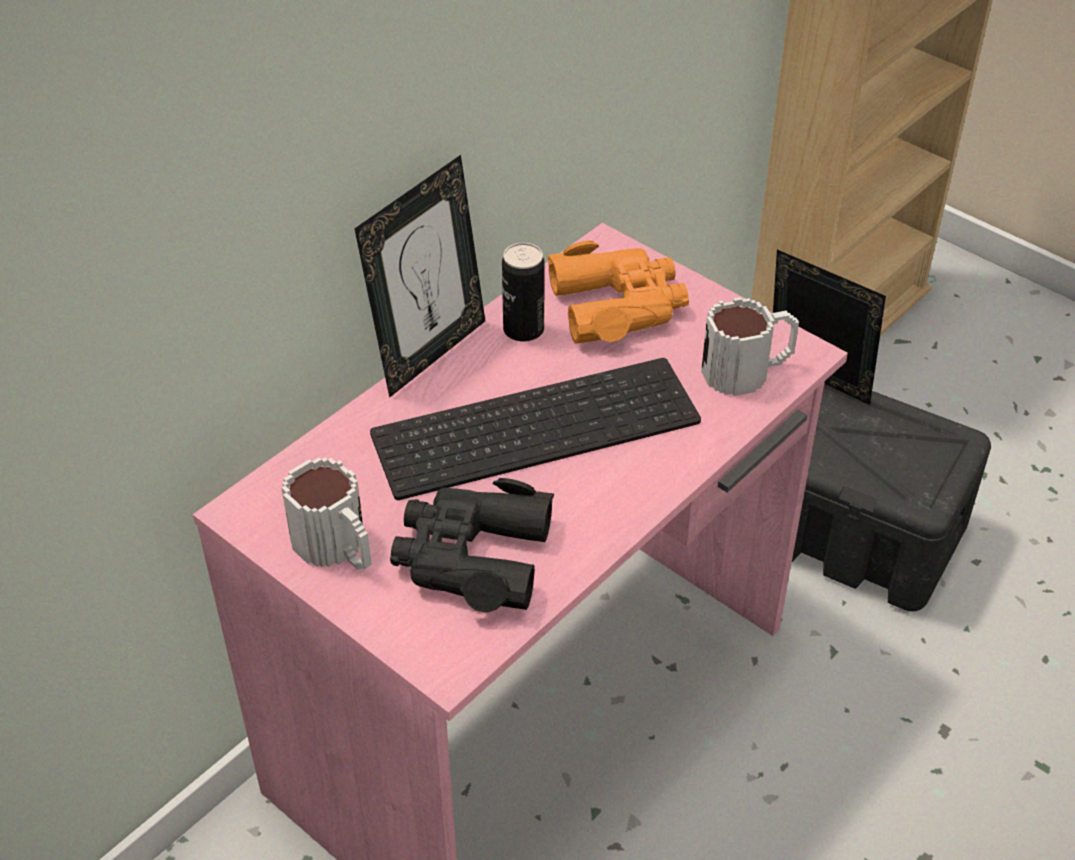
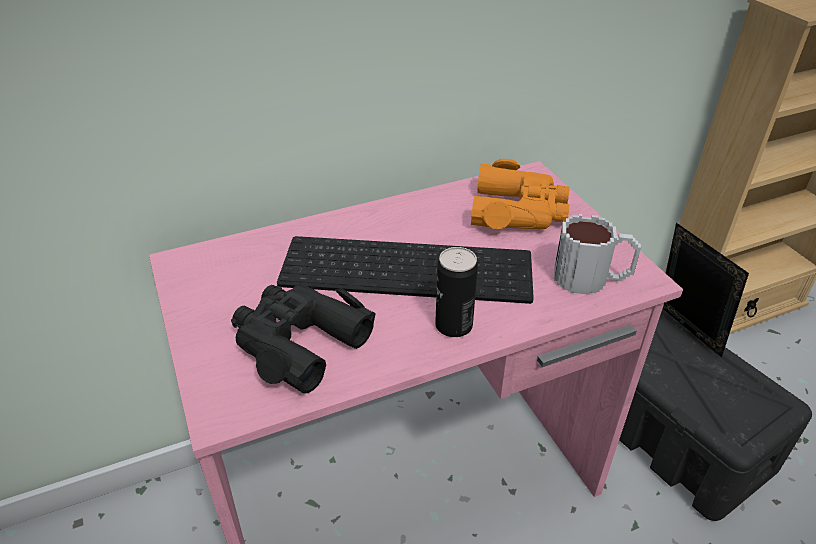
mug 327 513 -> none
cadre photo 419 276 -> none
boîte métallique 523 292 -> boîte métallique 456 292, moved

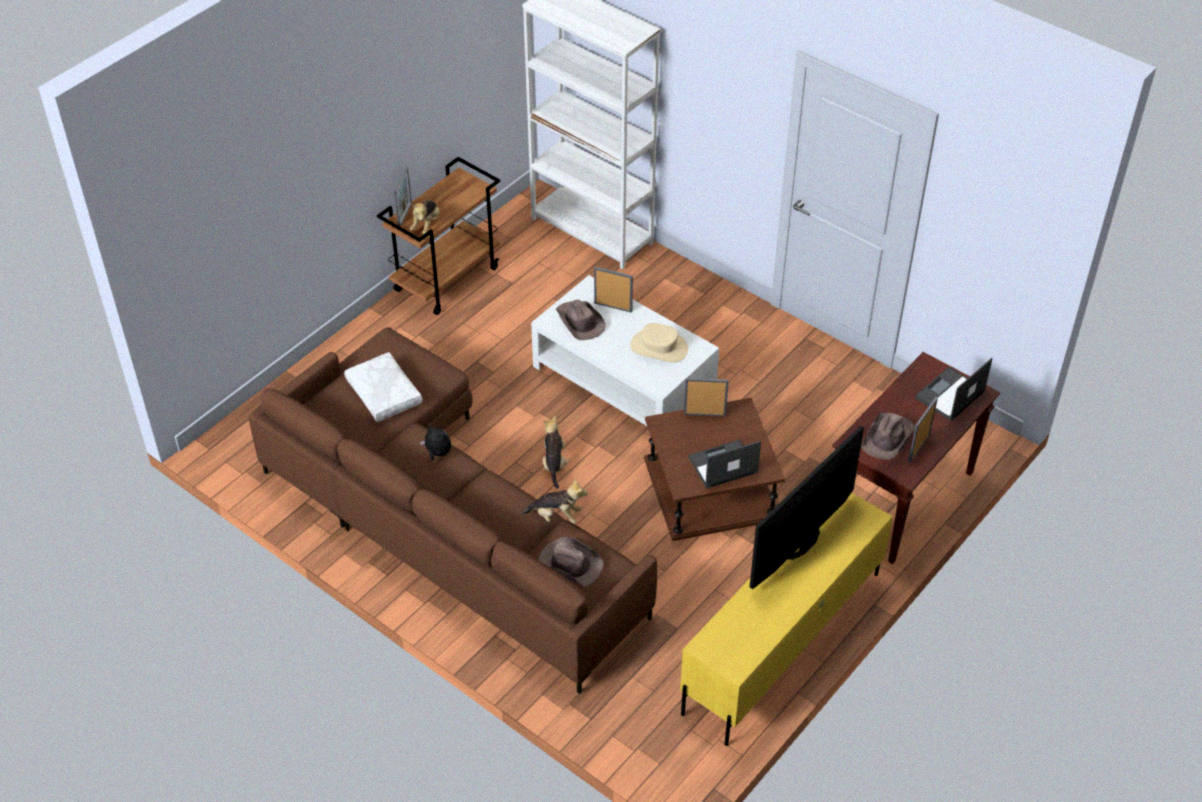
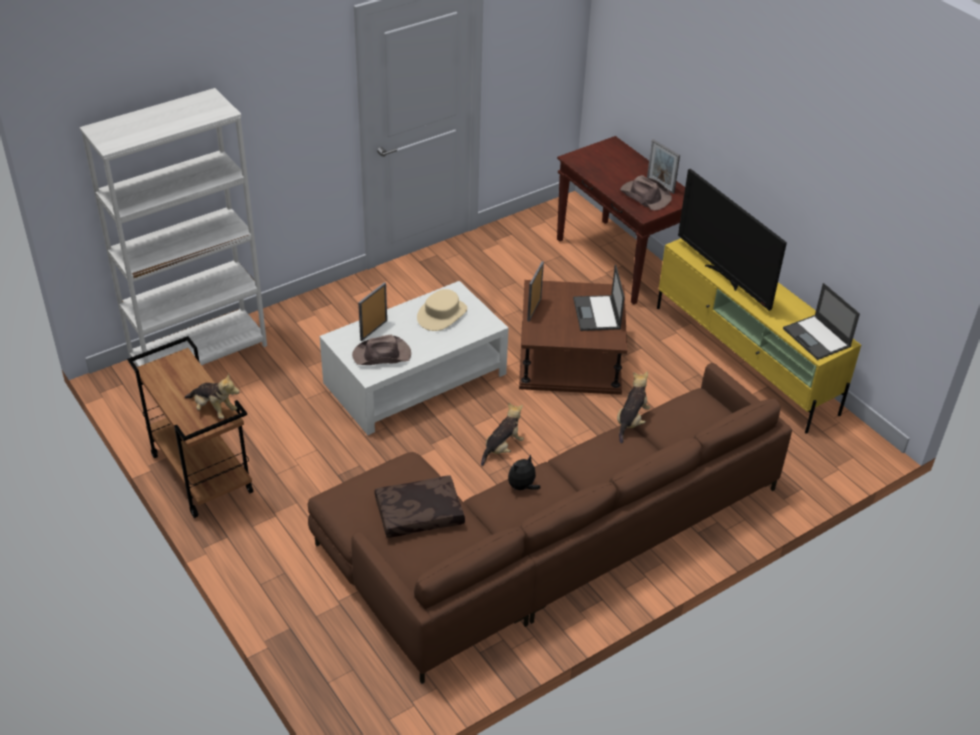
cadre photo 403 196 -> none
chapeau [marron] 571 562 -> none
ordinateur portable 953 389 -> ordinateur portable 821 321, moved
coussin [blanc] 383 387 -> coussin [marron] 419 506
peluche 556 452 -> peluche 502 434, 120 degrees clockwise

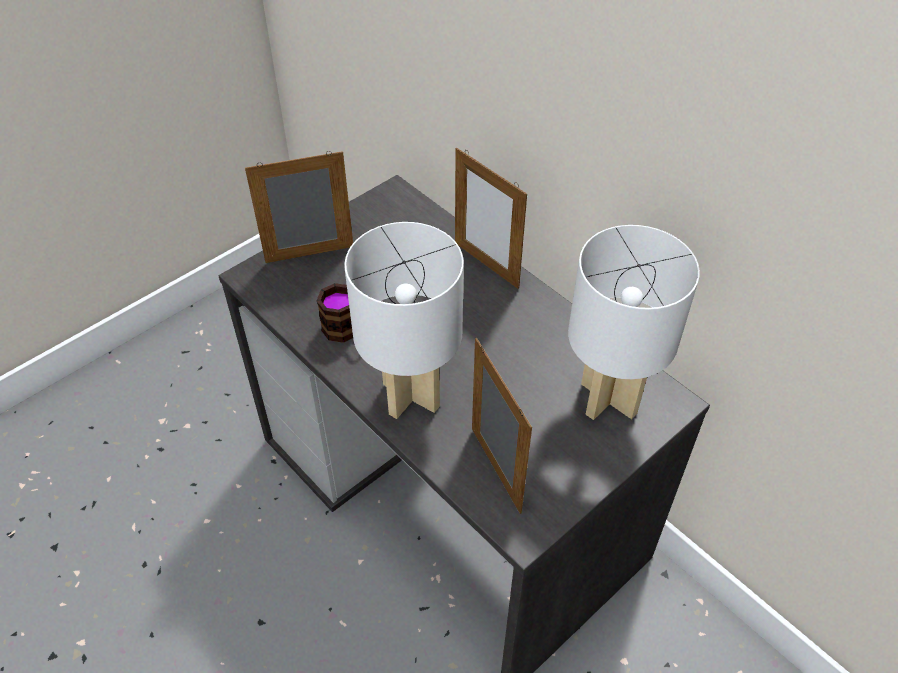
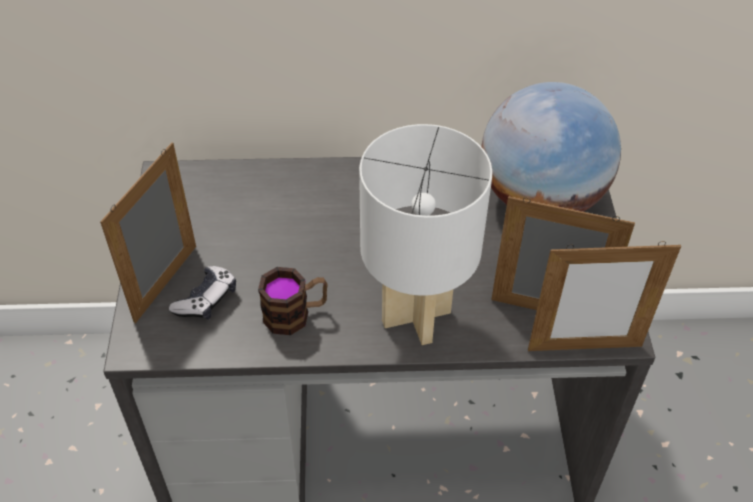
none -> manette 202 293
cadre photo 491 218 -> cadre photo 604 296, moved
lampe de table [blanc] 634 322 -> globe 551 147

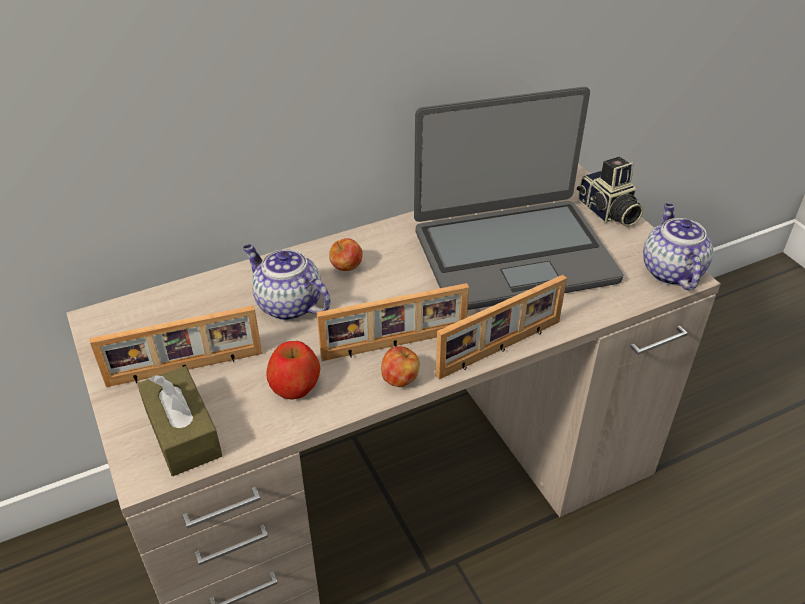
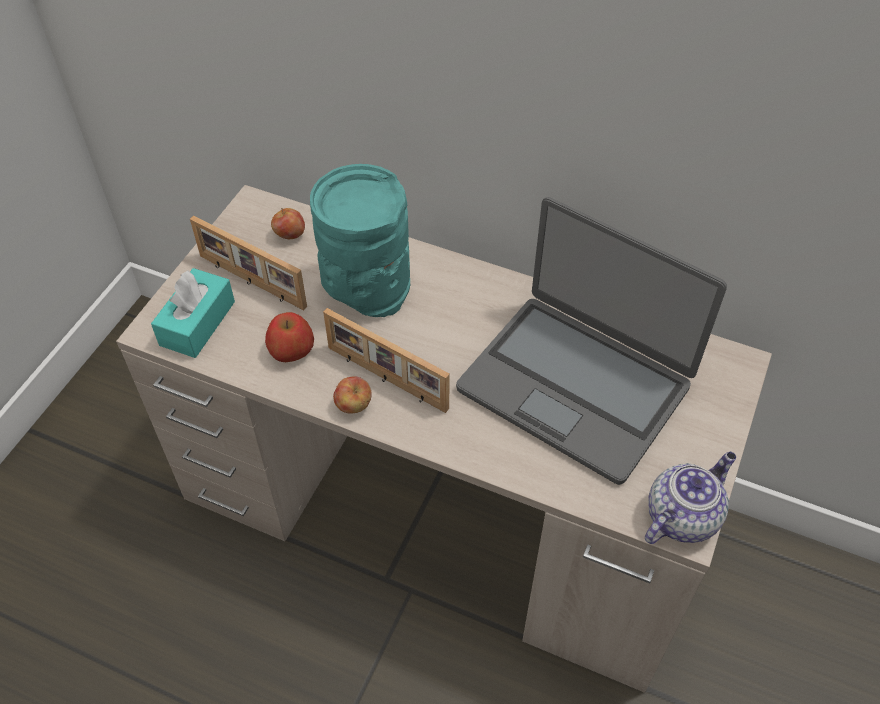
cadre photo 501 327 -> none
appareil photo 610 192 -> none
pomme 346 254 -> pomme 288 223, moved
théière 287 282 -> vase [turquoise] 360 240
boîte à mouchoirs [marron] 179 421 -> boîte à mouchoirs [turquoise] 193 313

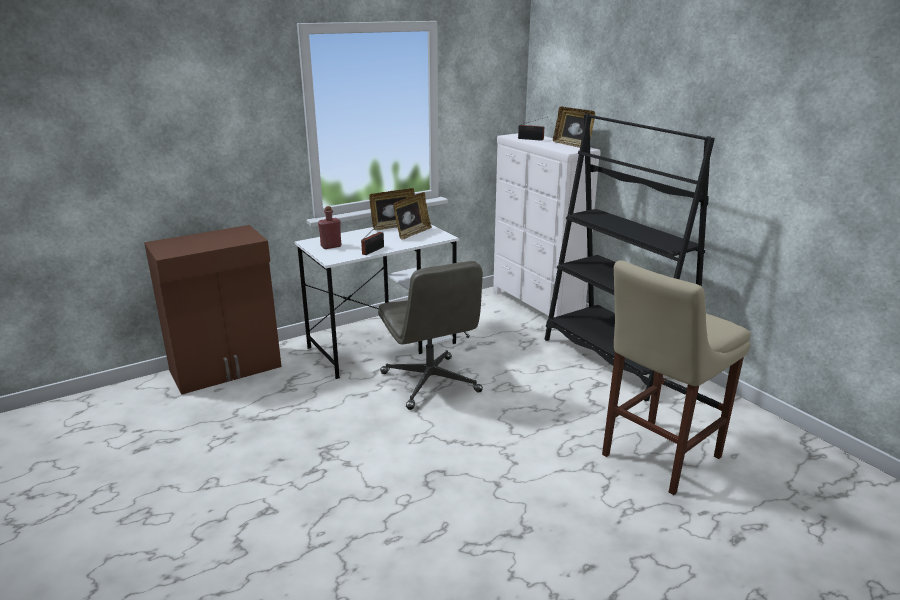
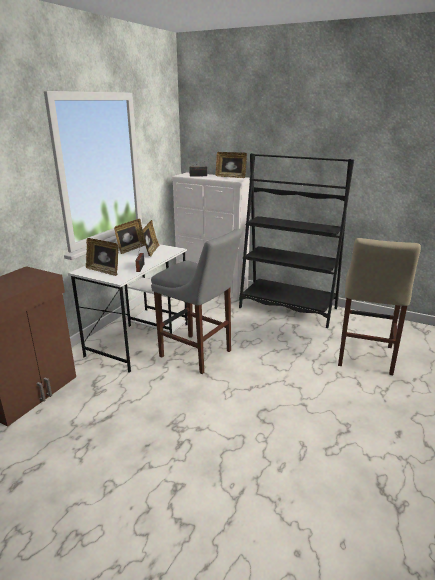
bouteille [rouge] 329 227 -> cadre photo 102 257
chaise de bureau [gris] 430 335 -> tabouret [gris] 196 301

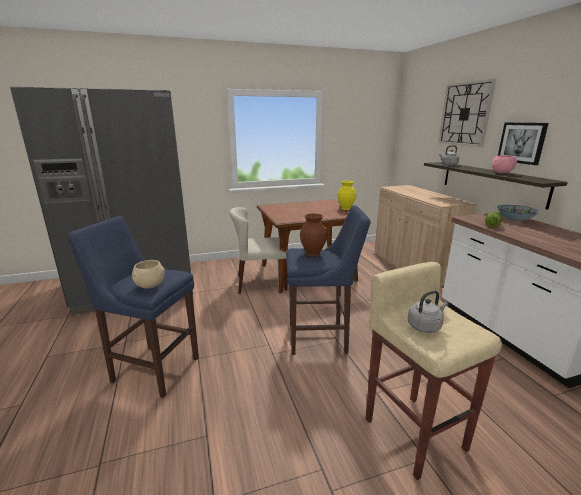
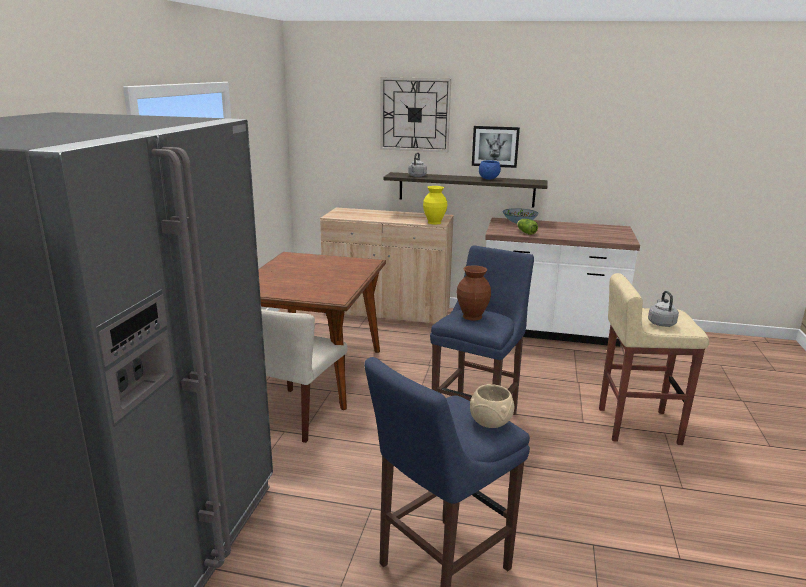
vase [jaune] 346 195 -> vase [jaune] 435 205, moved
bol [rose] 504 164 -> bol [bleu] 490 170

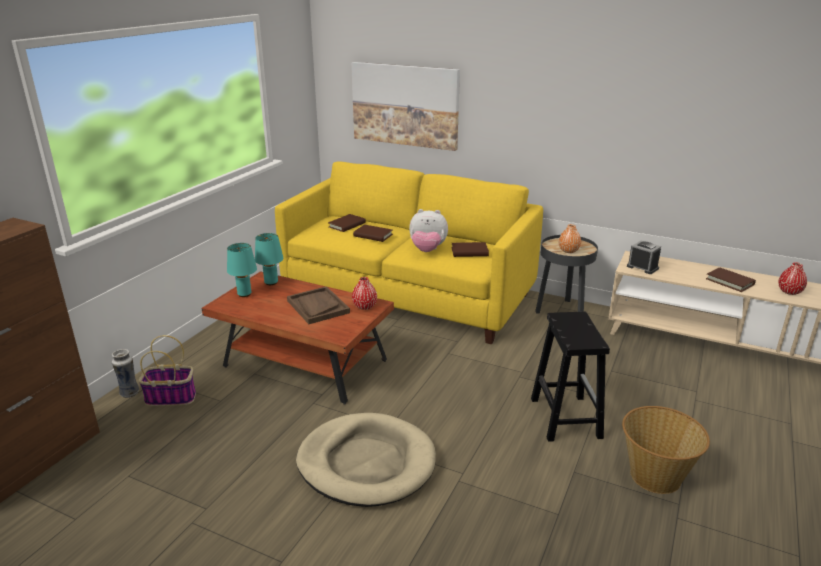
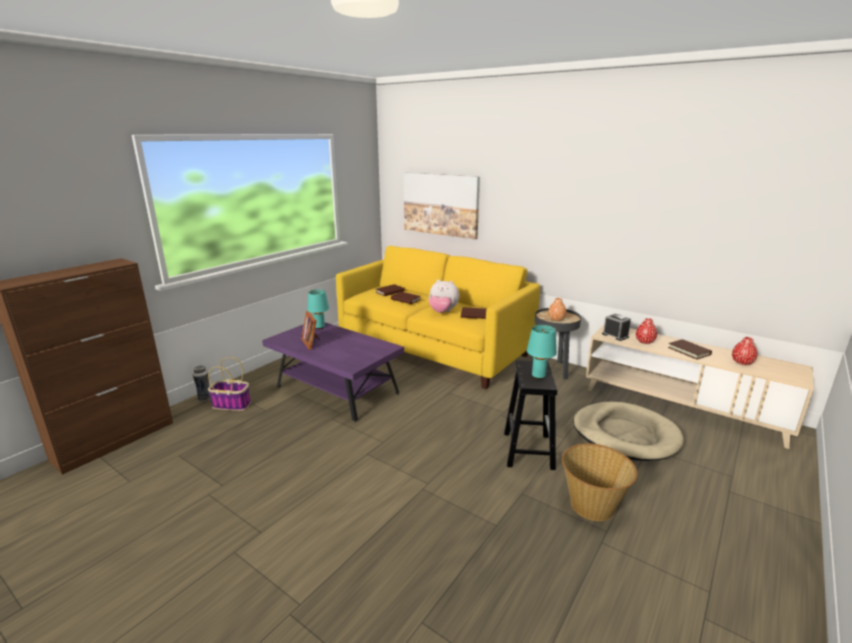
plateau [marron] 318 305 -> none
none -> cadre photo 310 330
lampe de table [turquoise] 242 270 -> lampe de table [turquoise] 542 352, moved
panier pour chien [beige] 366 460 -> panier pour chien [beige] 628 431, moved
vase [rouge] 364 293 -> vase [rouge] 646 331, moved
table basse [marron] 298 338 -> table basse [violet] 333 372

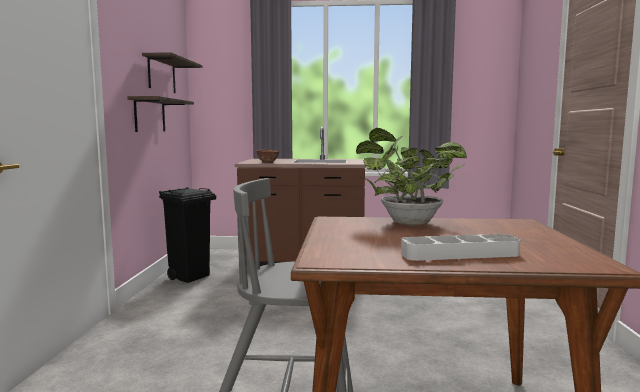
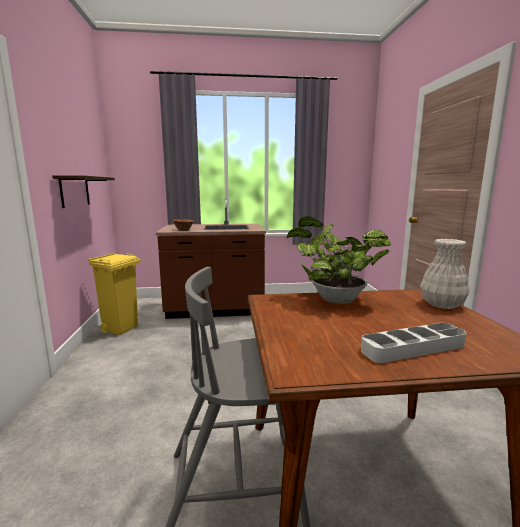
étagère 172 72 -> none
none -> vase [blanc] 445 274
poubelle [noir] 187 235 -> poubelle [jaune] 114 294

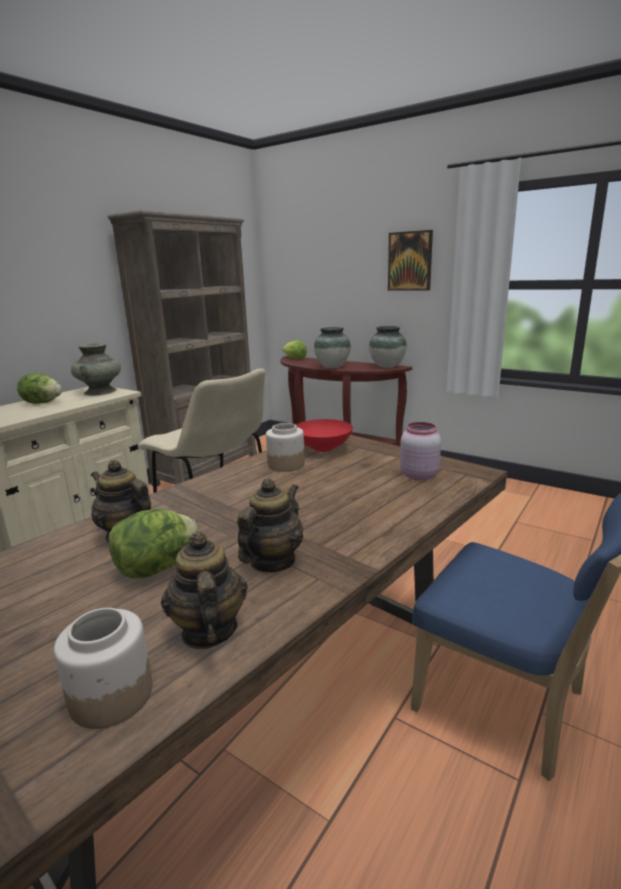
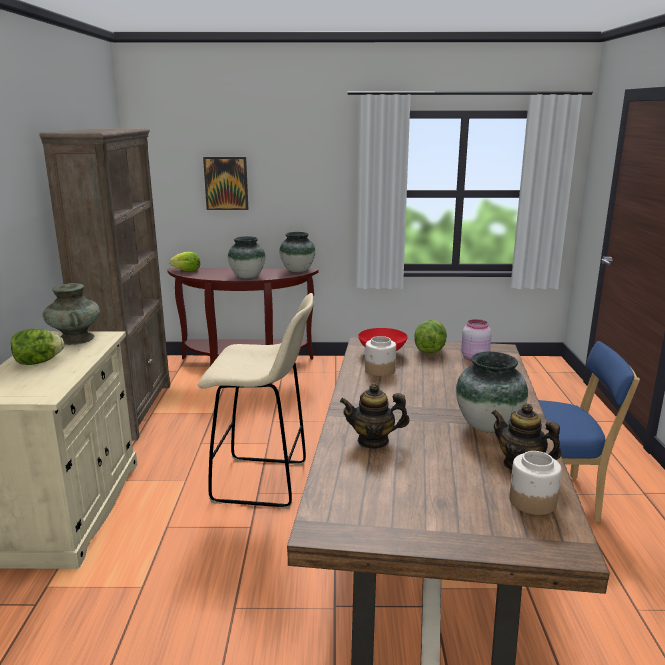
laitue 153 544 -> laitue 430 337, moved
tableau 410 260 -> tableau 226 183, moved
théière 270 525 -> vase 492 392

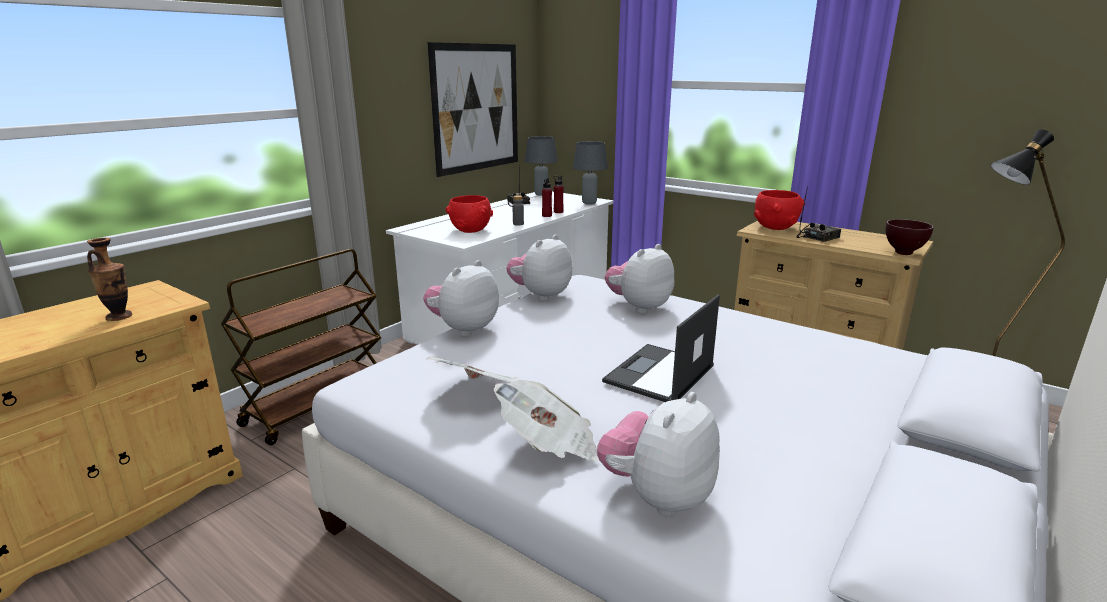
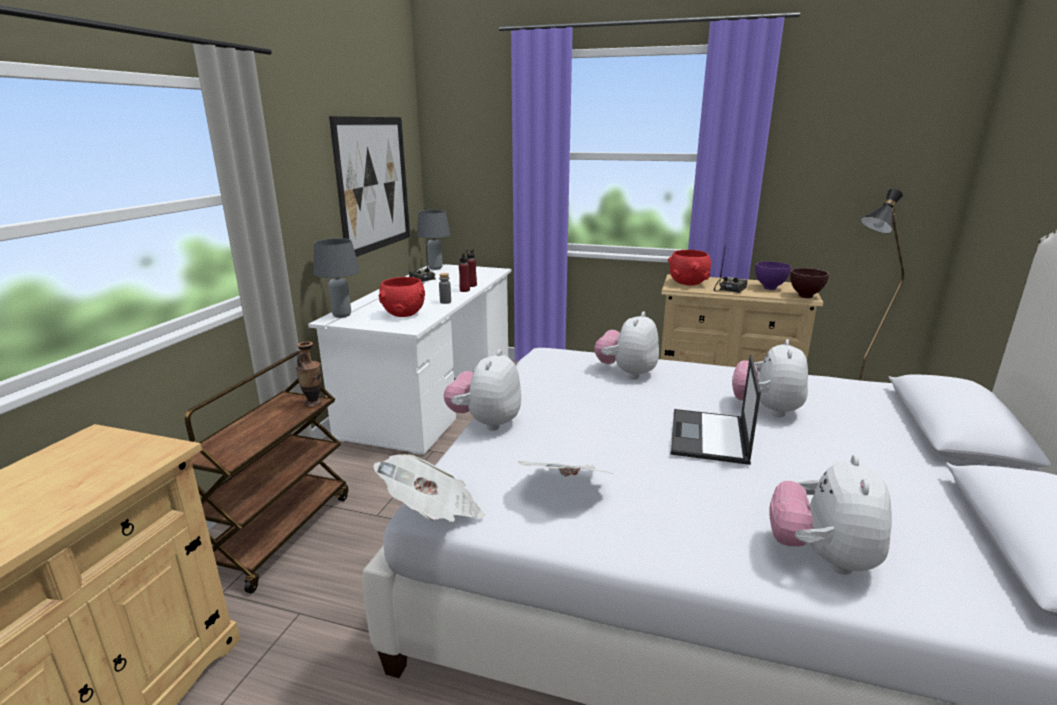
none -> bol [violet] 773 275
vase 109 279 -> vase 309 374, moved
journal 546 420 -> journal 429 488, moved
peluche 539 267 -> peluche 770 378, moved
lampe de table [gris] 590 173 -> lampe de table [gris] 336 278, moved

